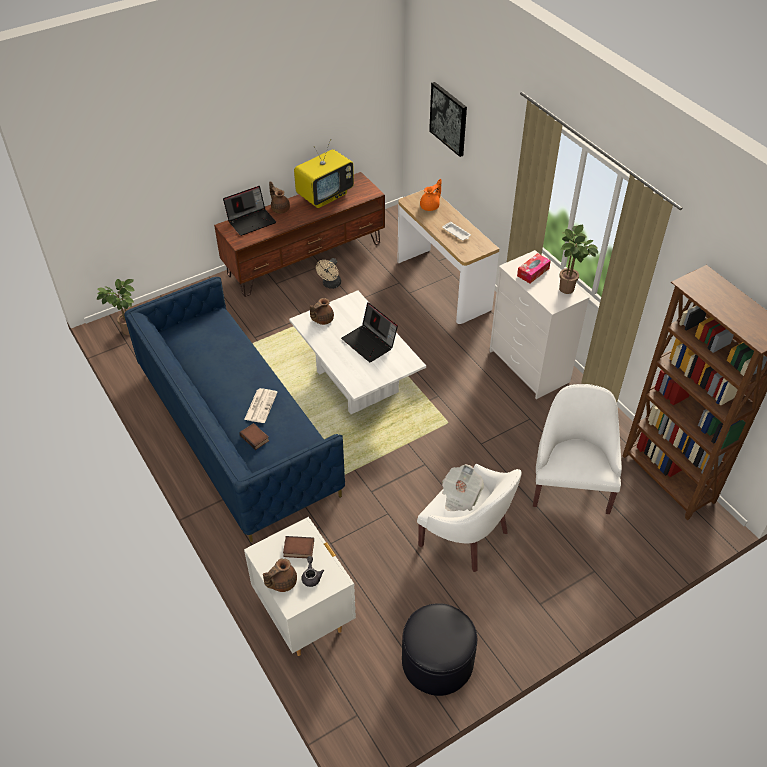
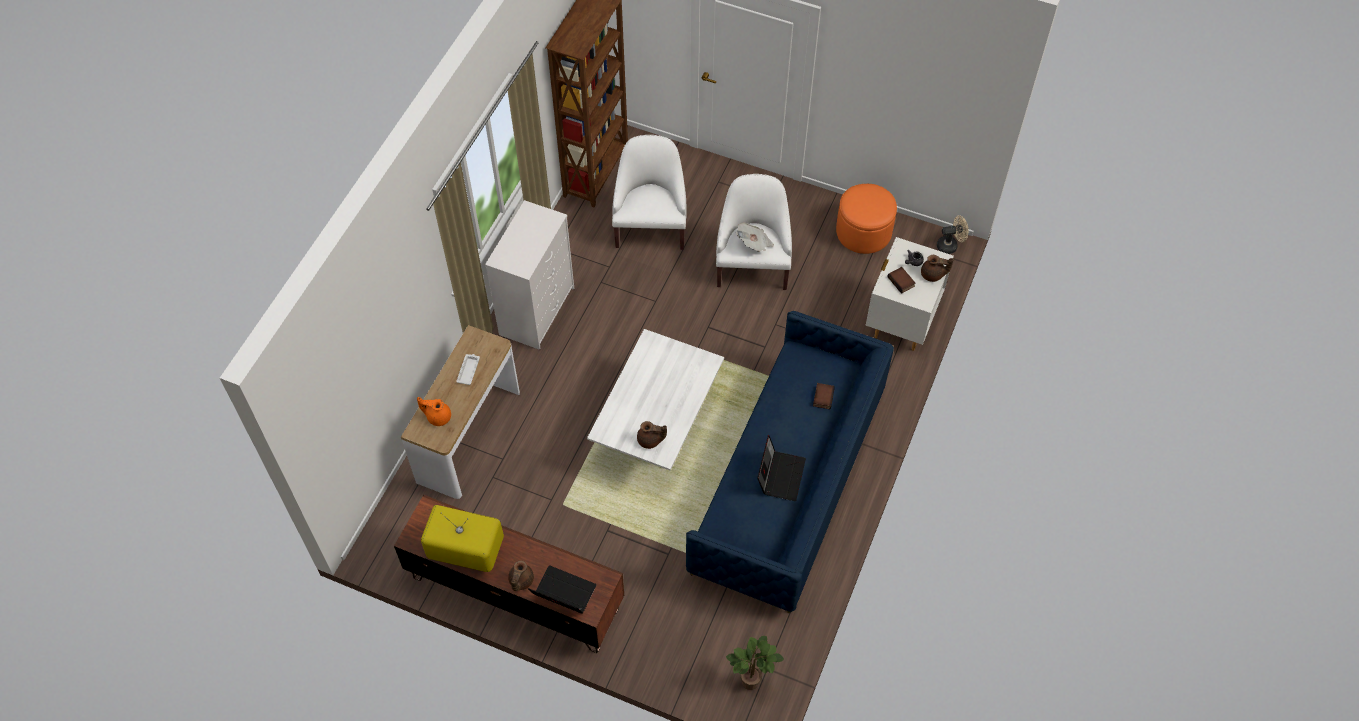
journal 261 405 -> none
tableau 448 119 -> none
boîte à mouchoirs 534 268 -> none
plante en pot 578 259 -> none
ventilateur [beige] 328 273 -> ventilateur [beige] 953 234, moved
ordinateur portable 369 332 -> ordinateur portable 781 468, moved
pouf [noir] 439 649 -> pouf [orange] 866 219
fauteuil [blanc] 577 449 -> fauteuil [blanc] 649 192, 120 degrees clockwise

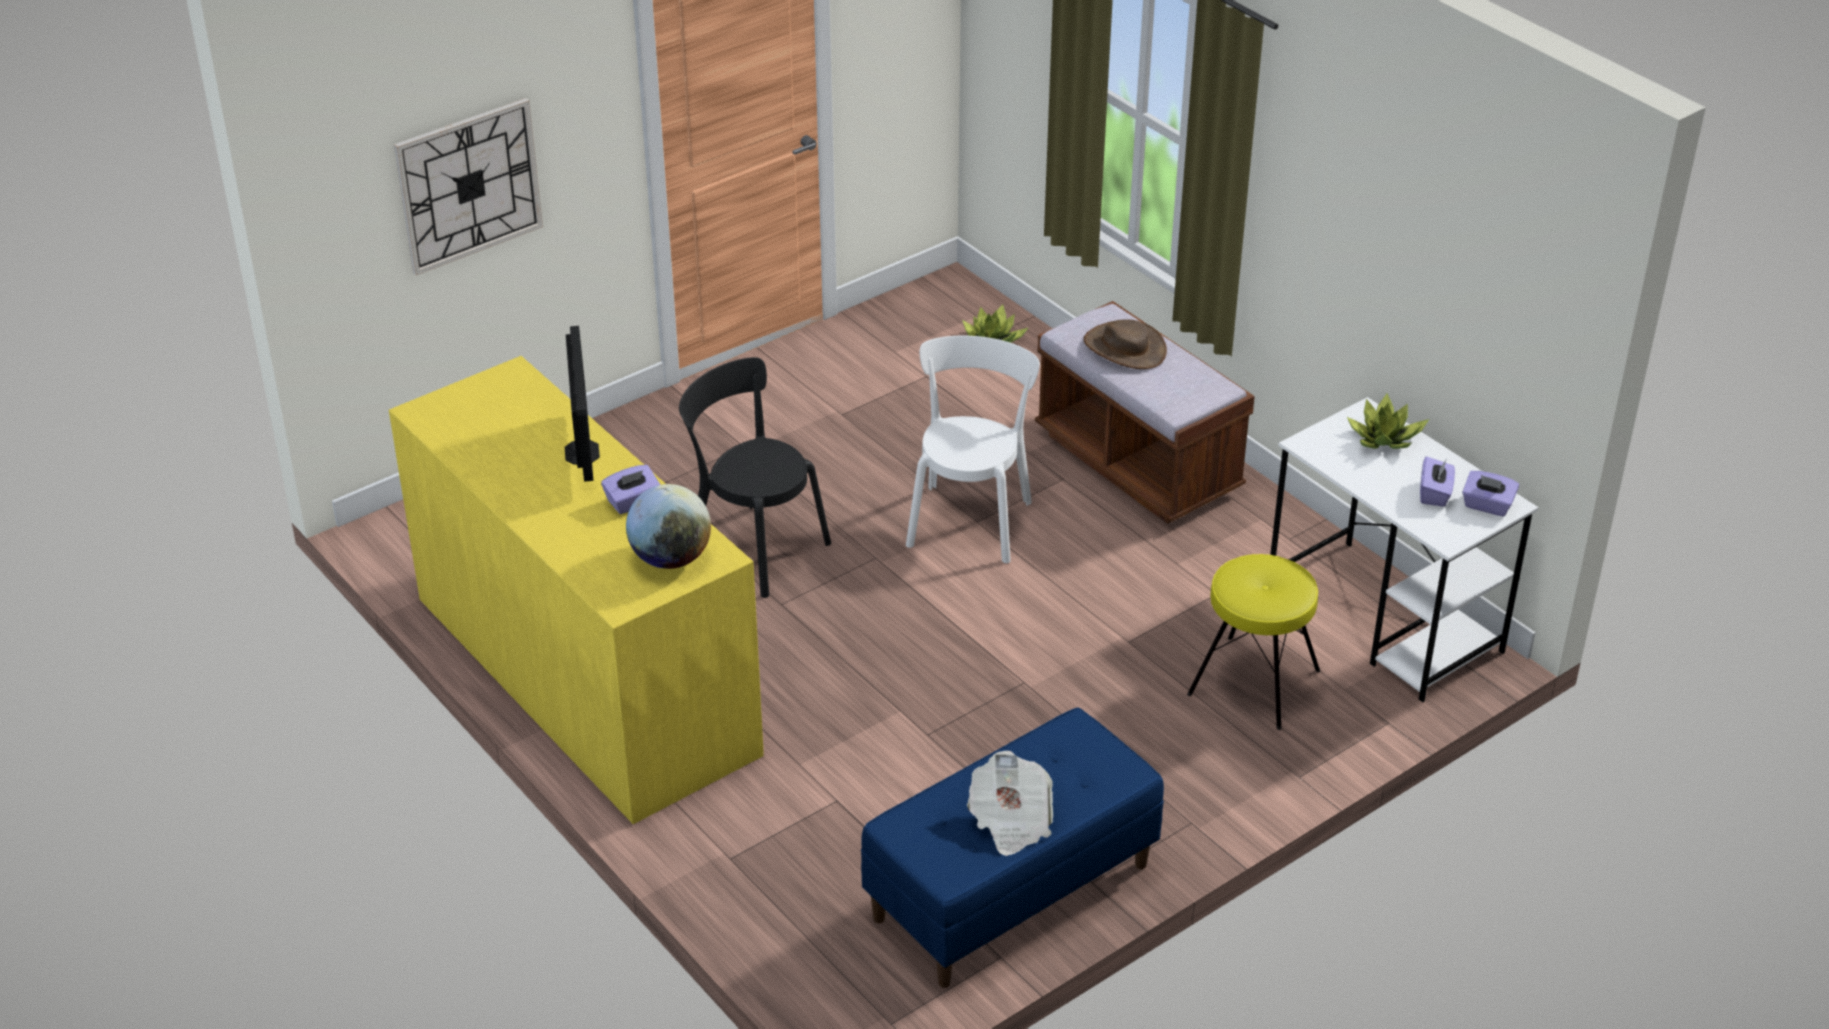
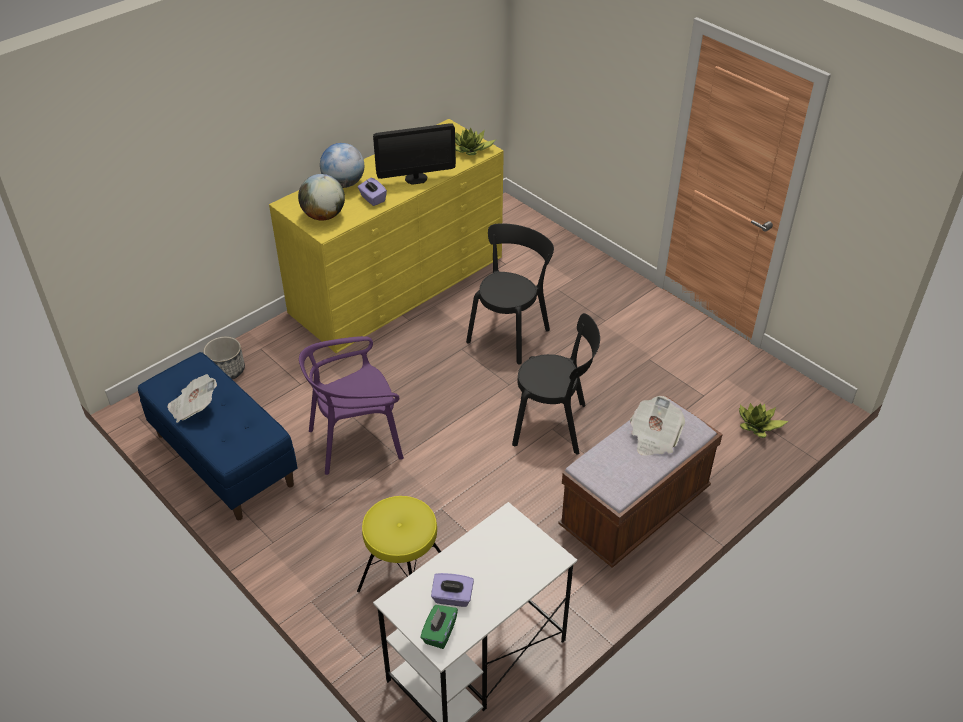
horloge murale 468 186 -> none
none -> cache-pot 224 358
none -> chaise [violet] 351 405
none -> globe 342 165
plante en pot 1388 421 -> plante en pot 475 141, moved
chapeau [marron] 1125 344 -> journal 657 426
chaise [blanc] 973 449 -> chaise [noir] 556 383
boîte à mouchoirs [violet] 1490 493 -> boîte à mouchoirs [vert] 439 627

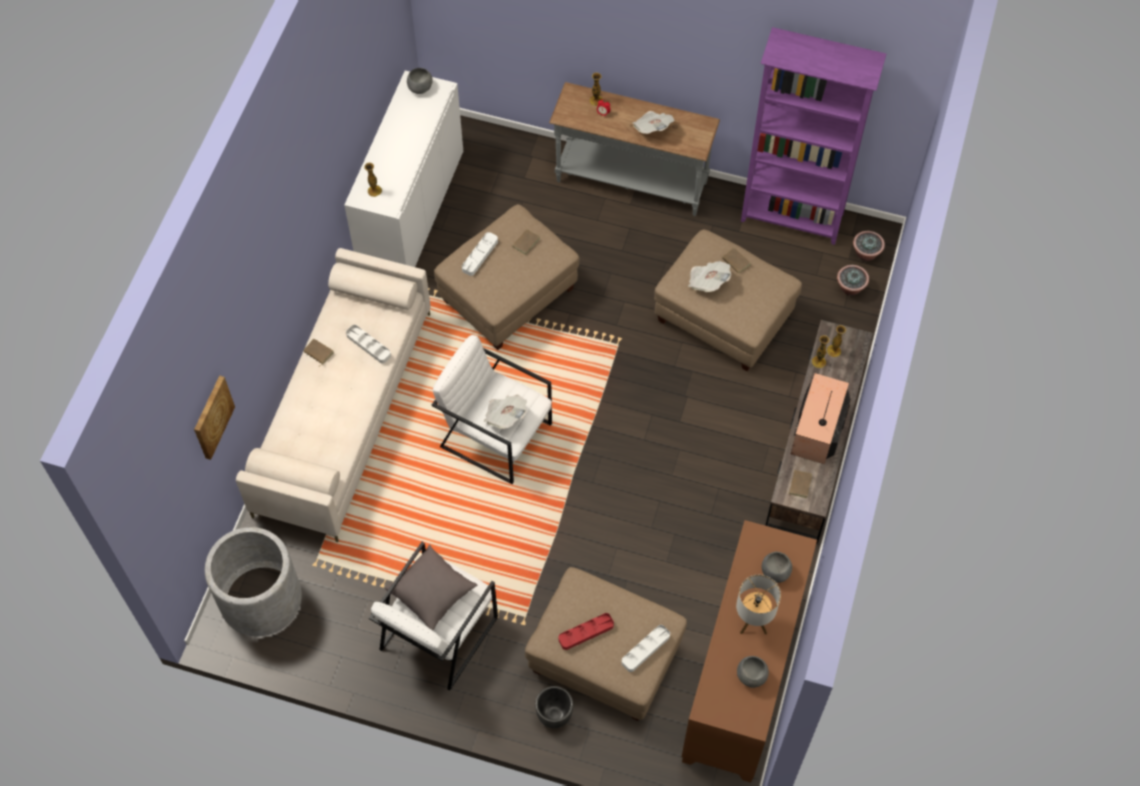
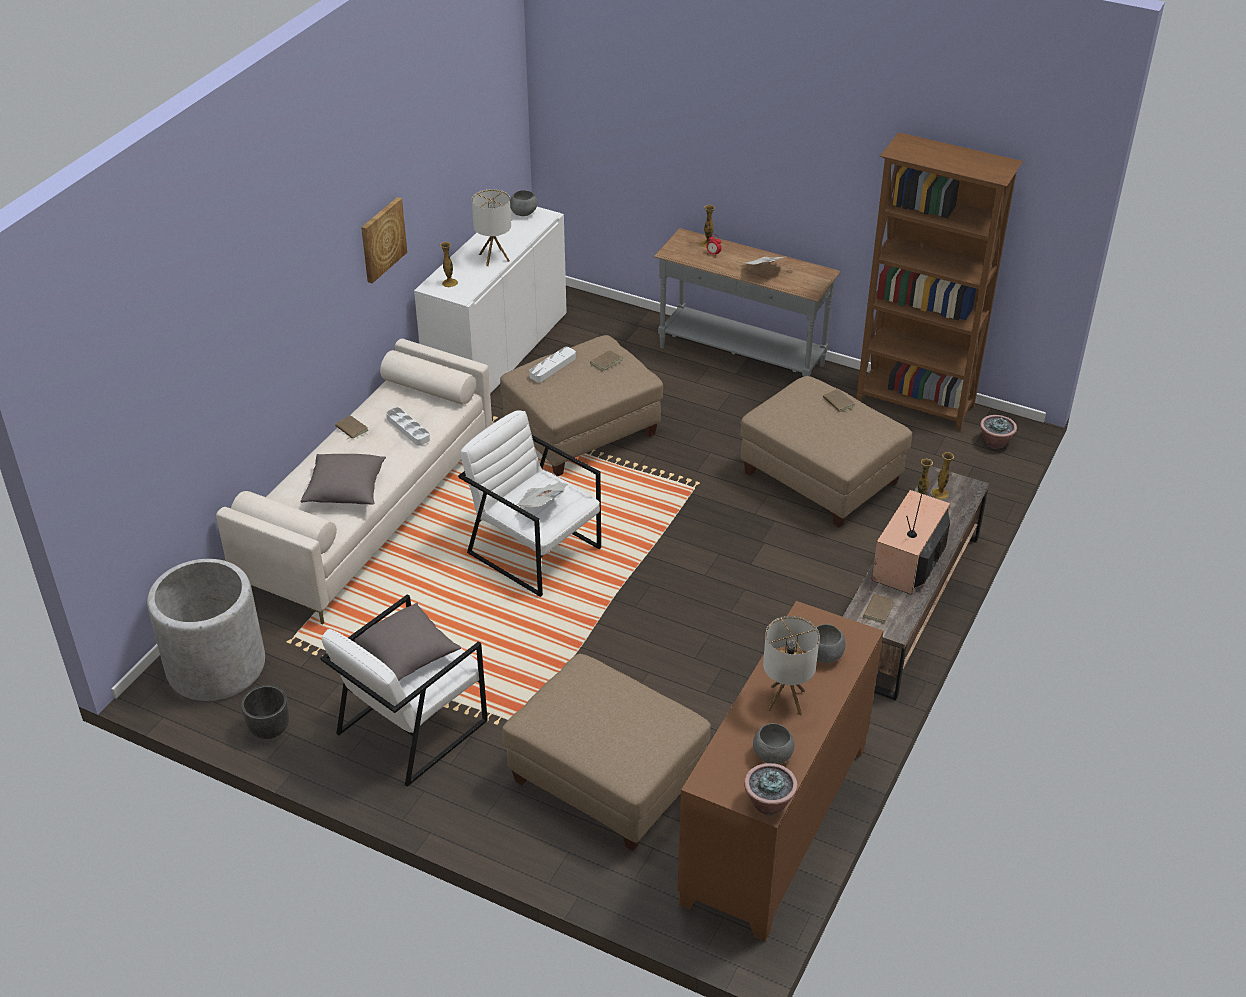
plateau [rouge] 586 631 -> none
plateau [blanc] 646 648 -> none
journal 709 276 -> none
none -> coussin [gris] 343 479
none -> lampe de table 491 227
tableau 214 417 -> tableau 384 240, moved
cache-pot [noir] 554 707 -> cache-pot [noir] 265 712, moved
plante en pot 853 280 -> plante en pot 771 789, moved
bibliothèque [violet] 813 136 -> bibliothèque [marron] 939 281

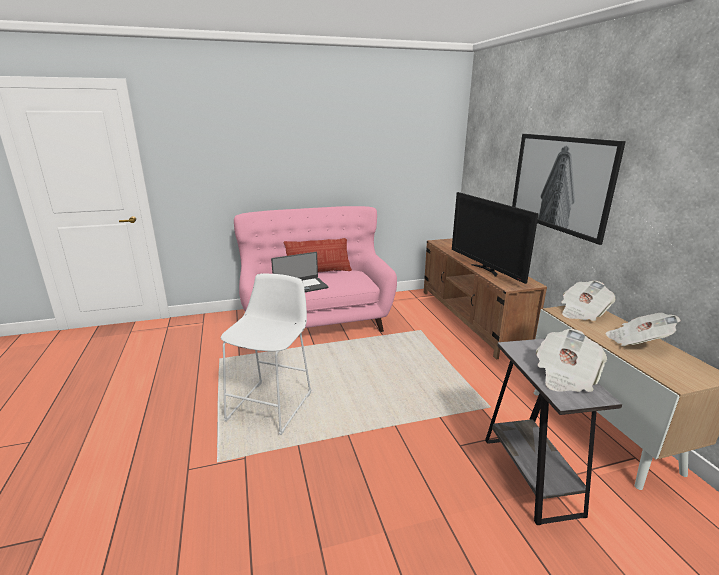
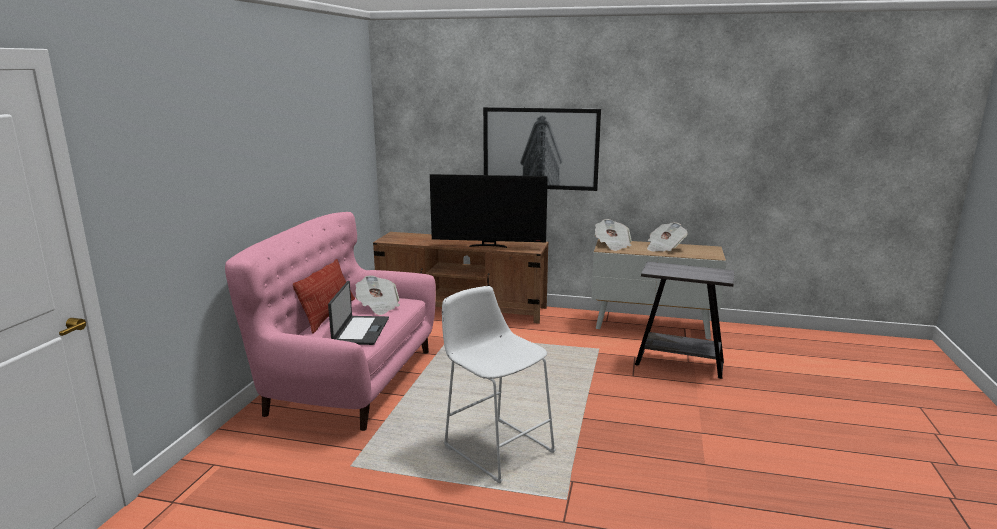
journal 571 360 -> journal 377 295, moved

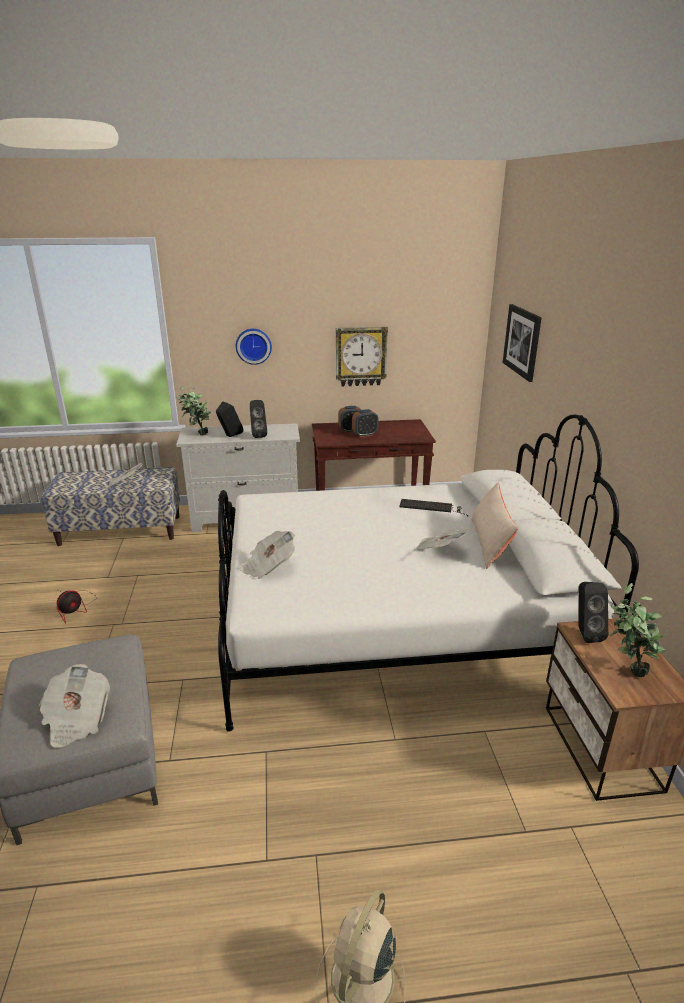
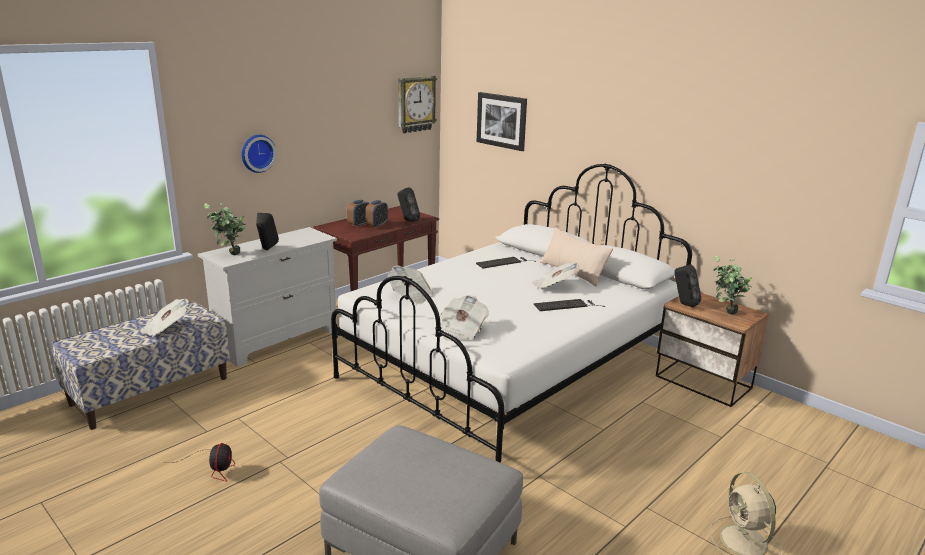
none -> clavier 569 305
journal 74 706 -> journal 410 284, moved
enceinte [noir] 258 419 -> enceinte [noir] 409 204, moved
horloge murale 362 356 -> horloge murale 417 104, moved

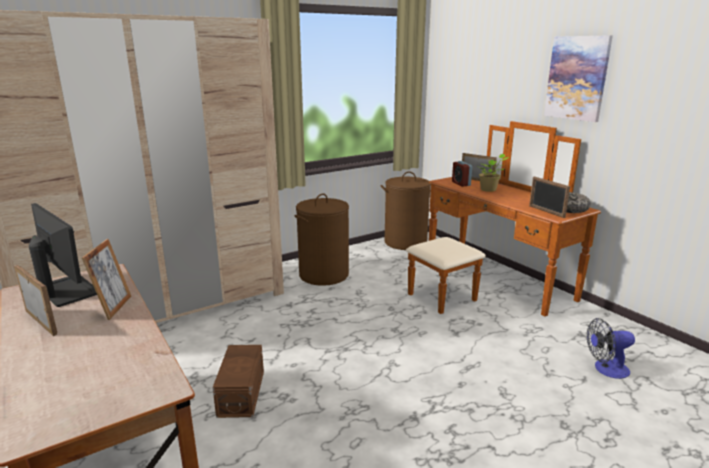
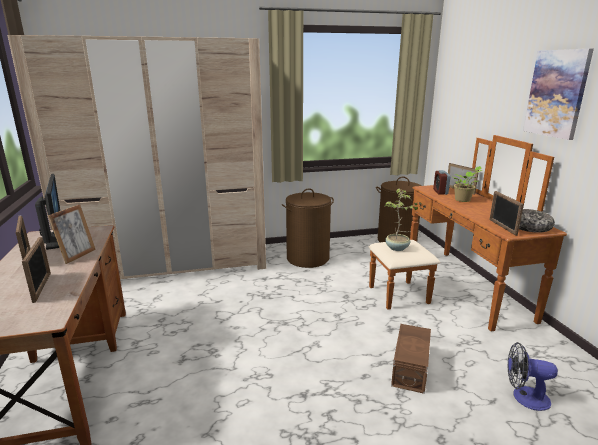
none -> cadre photo 36 270
none -> plante en pot 402 220
boîte de rangement [marron] 238 381 -> boîte de rangement [marron] 411 359, moved

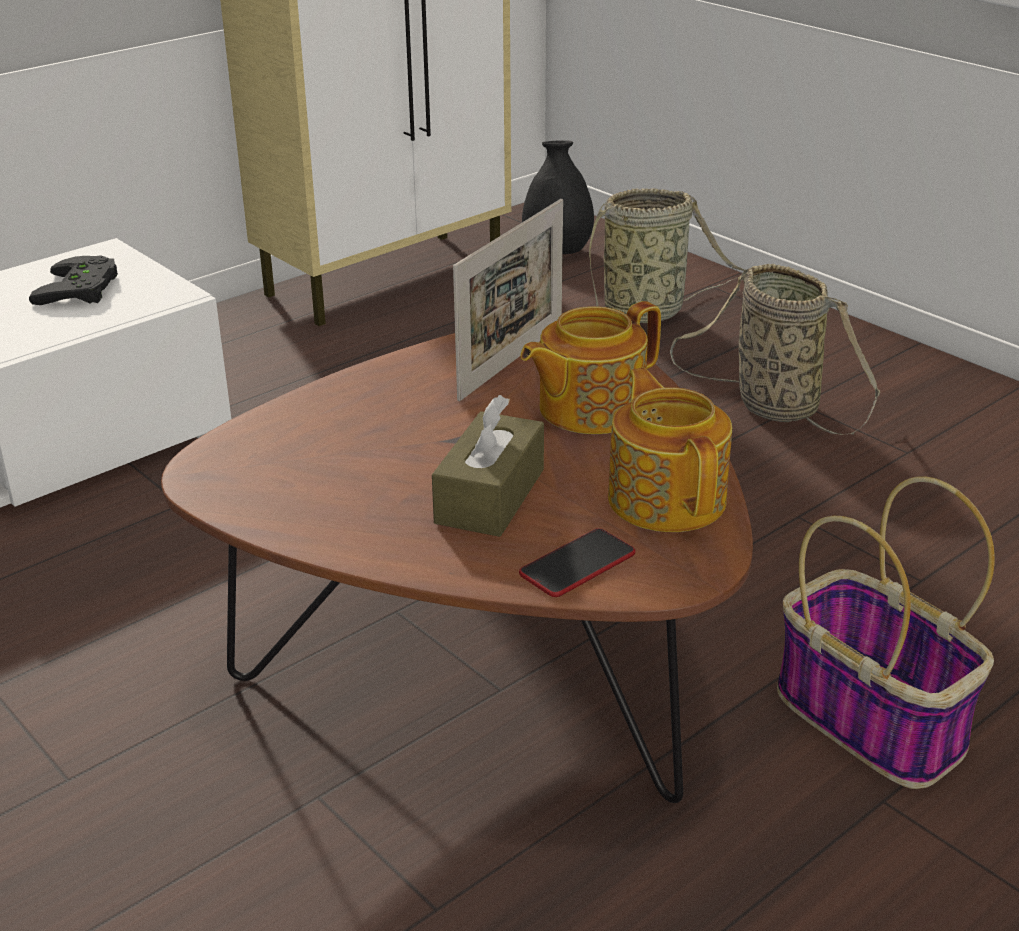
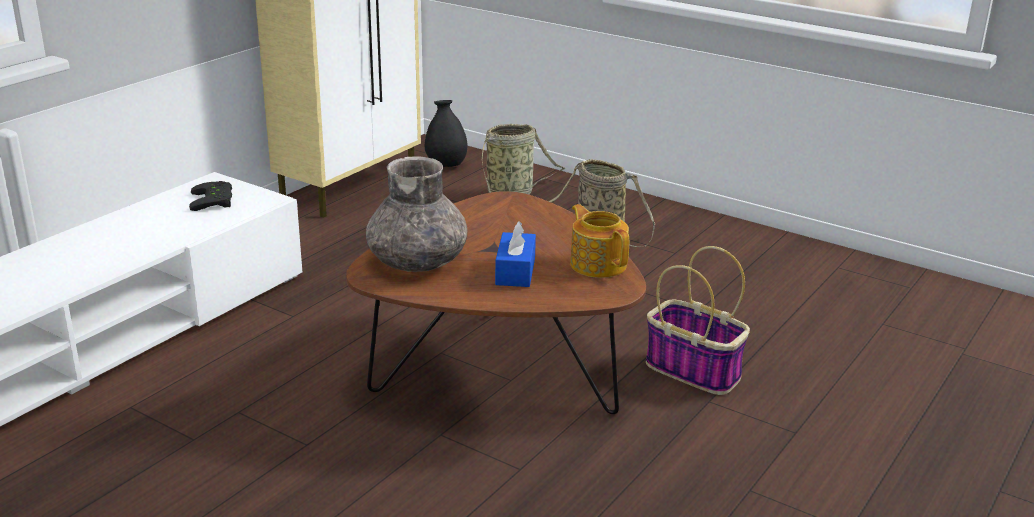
cadre photo 508 300 -> none
téléphone 577 562 -> none
théière 590 367 -> none
none -> vase [gris] 416 214
boîte à mouchoirs [marron] 488 466 -> boîte à mouchoirs [bleu] 515 254

